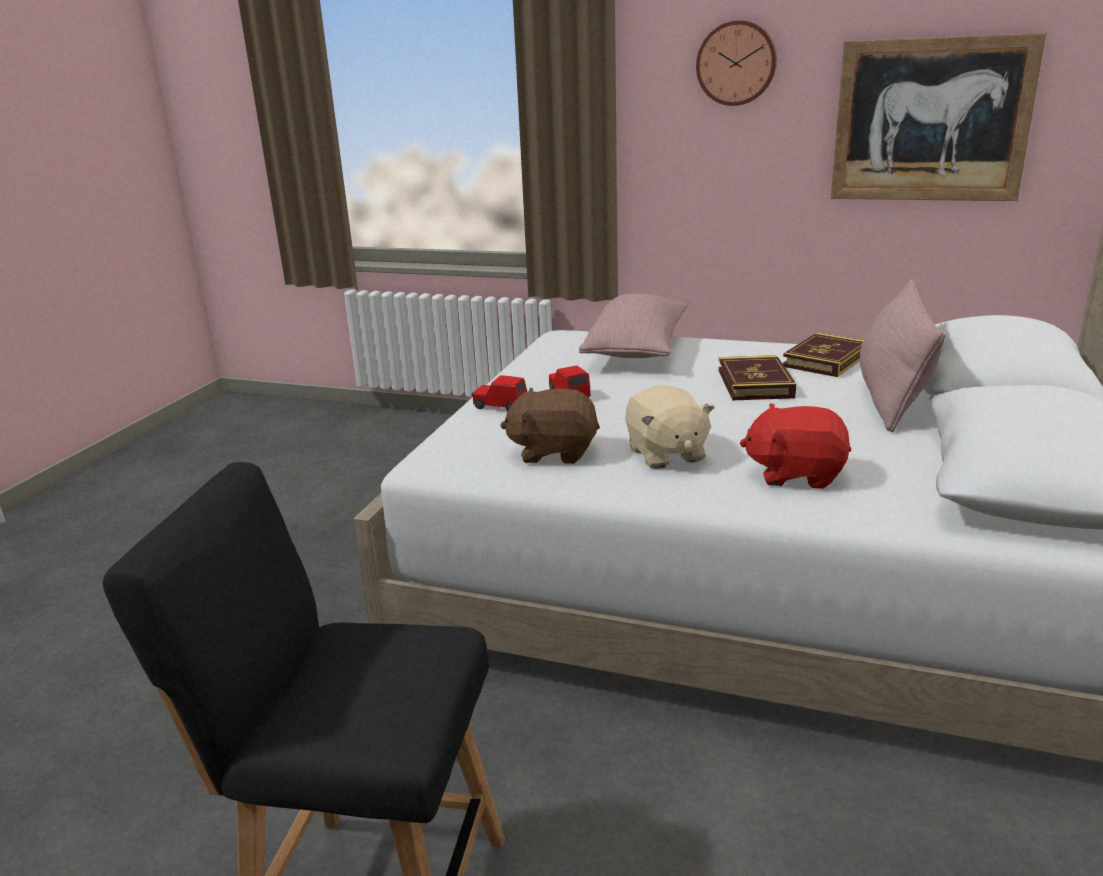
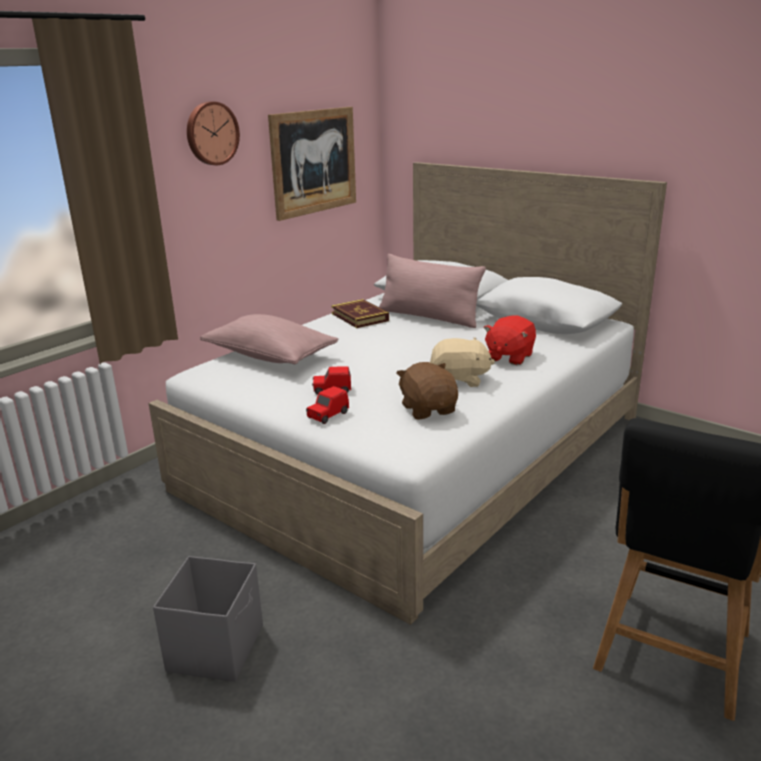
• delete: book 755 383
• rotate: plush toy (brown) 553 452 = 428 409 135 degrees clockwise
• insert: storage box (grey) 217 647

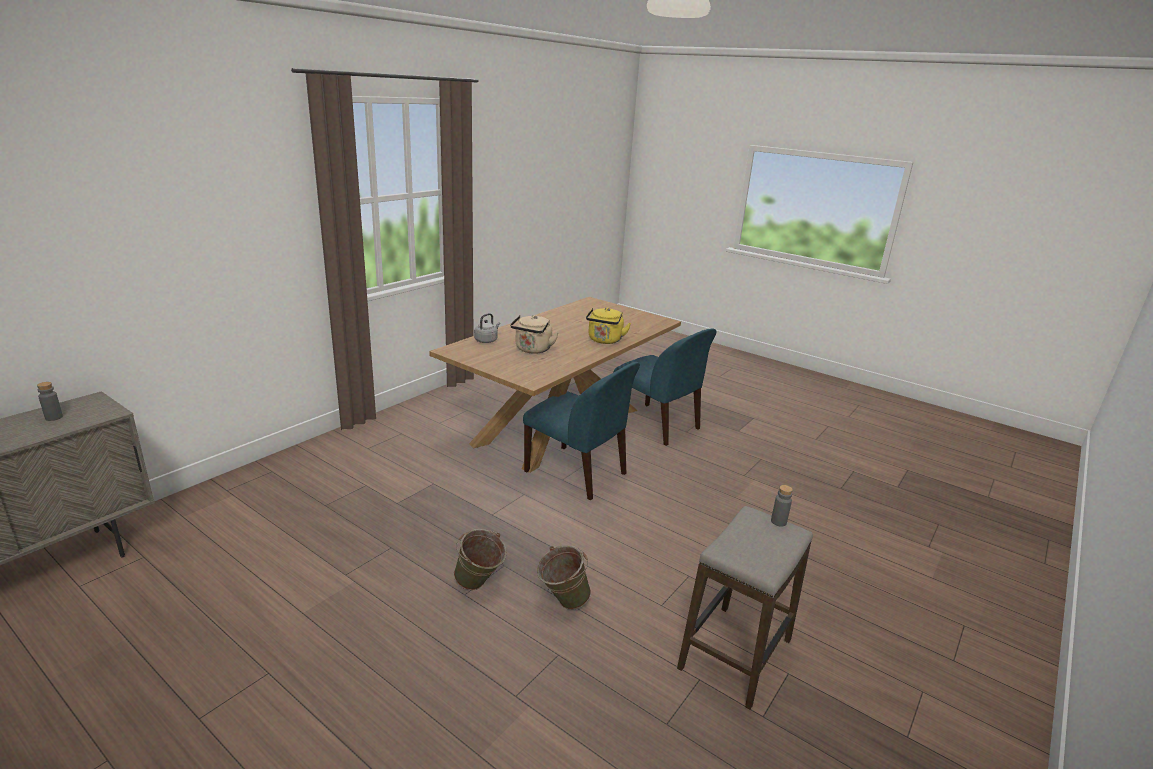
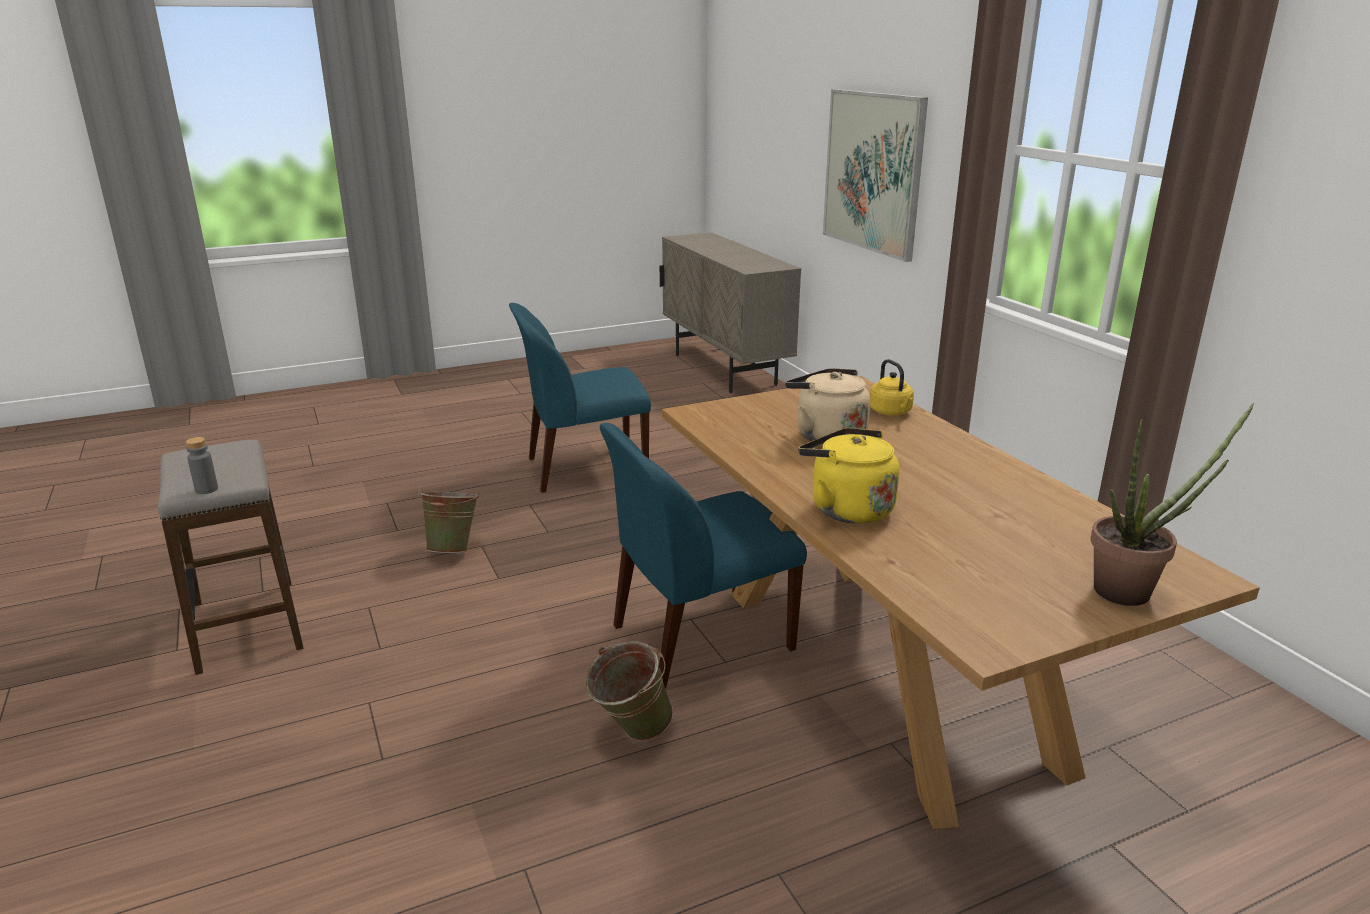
• recolor: kettle (grey) 486 340 to kettle (yellow) 891 412
• move: chair (blue) 657 425 to 584 469
• delete: bottle (grey) 54 417
• move: bucket (green) 479 586 to 630 733
• insert: picture 873 172
• insert: potted plant 1133 590

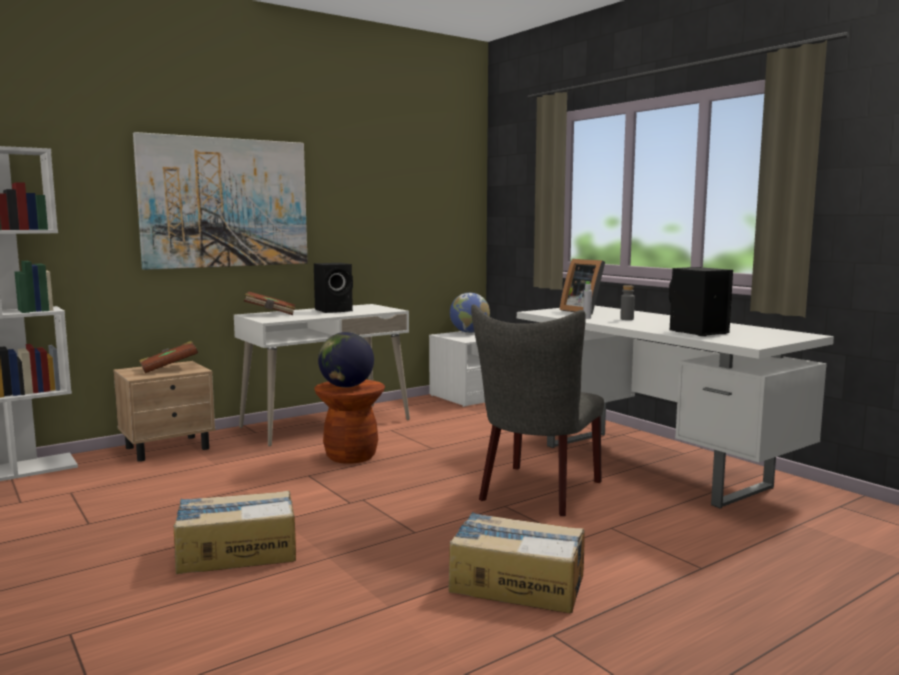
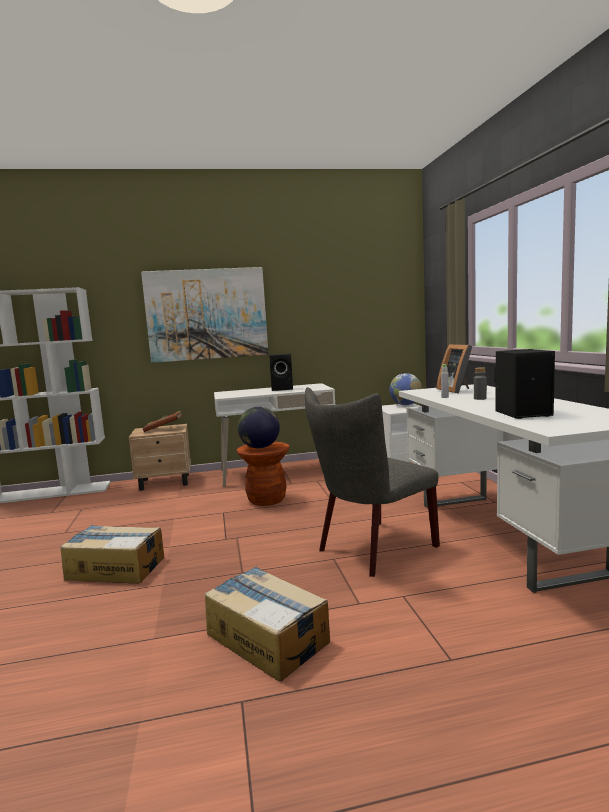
• delete: book (brown) 270 314

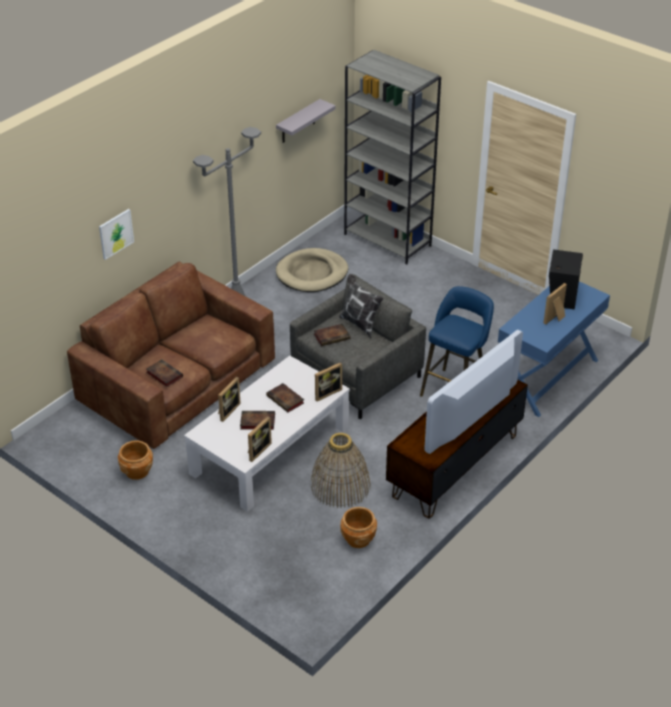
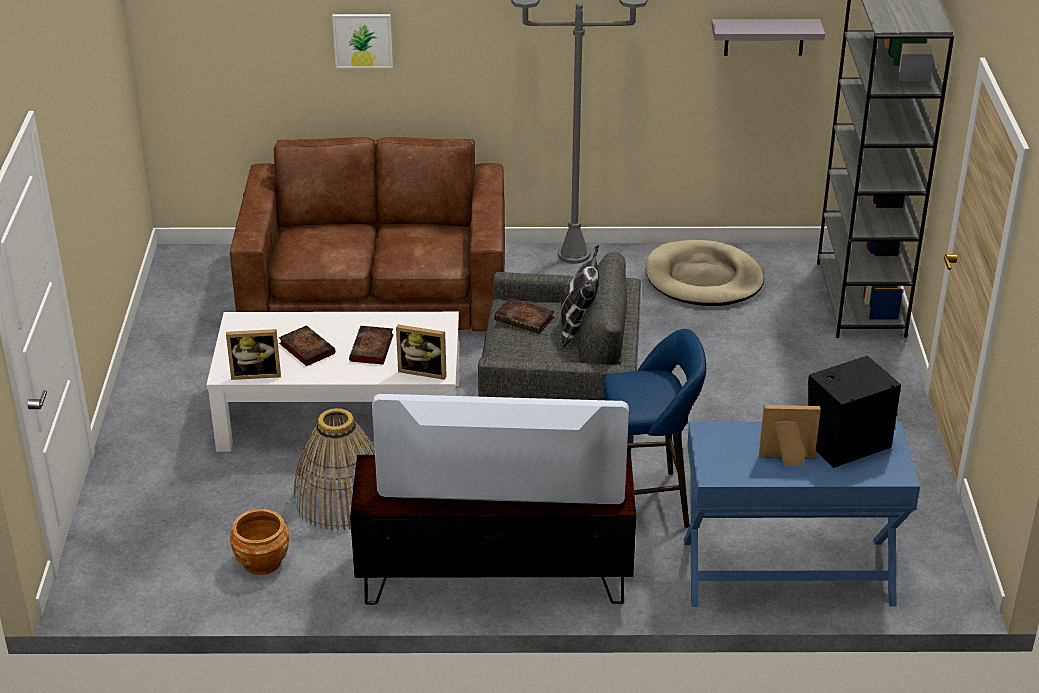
• delete: book 163 374
• delete: picture frame 227 410
• delete: planter (brown) 137 471

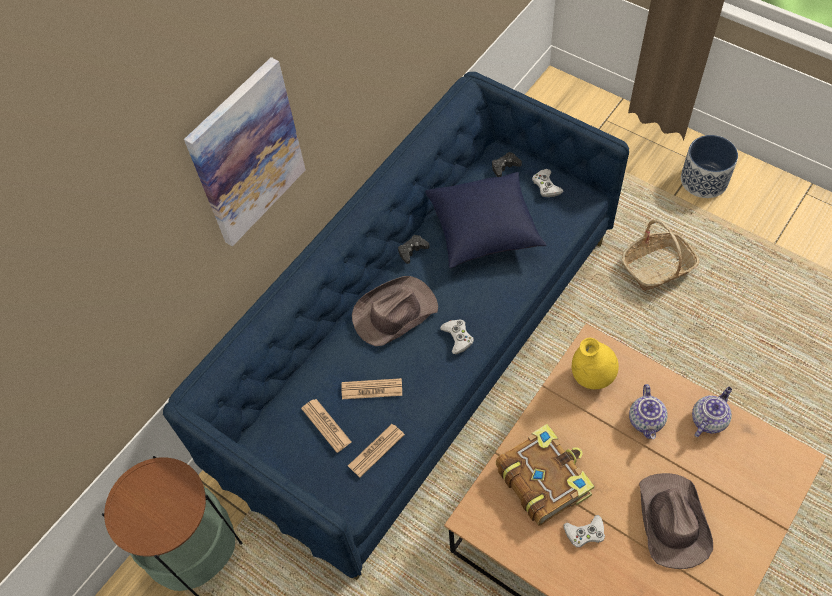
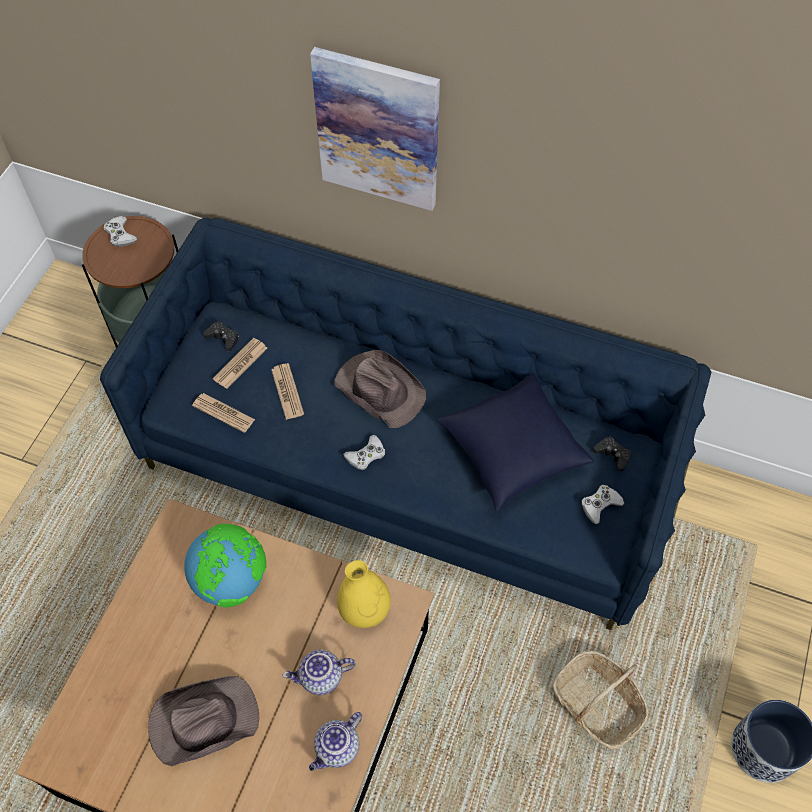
• move: game controller (black) 412 251 to 223 338
• rotate: teapot 708 419 = 337 749 105 degrees clockwise
• replace: book 543 479 to globe 231 580
• move: game controller (white) 585 533 to 120 235

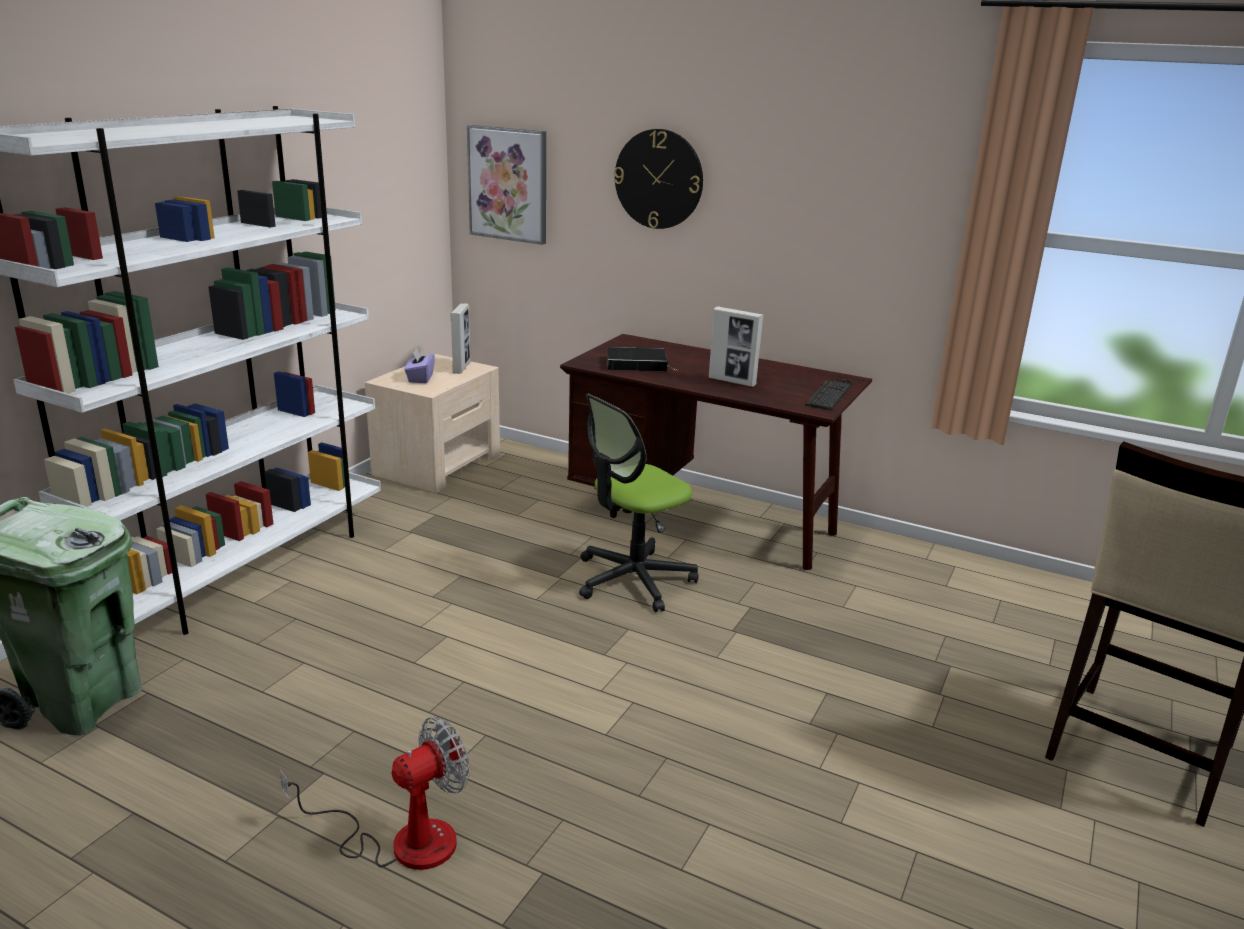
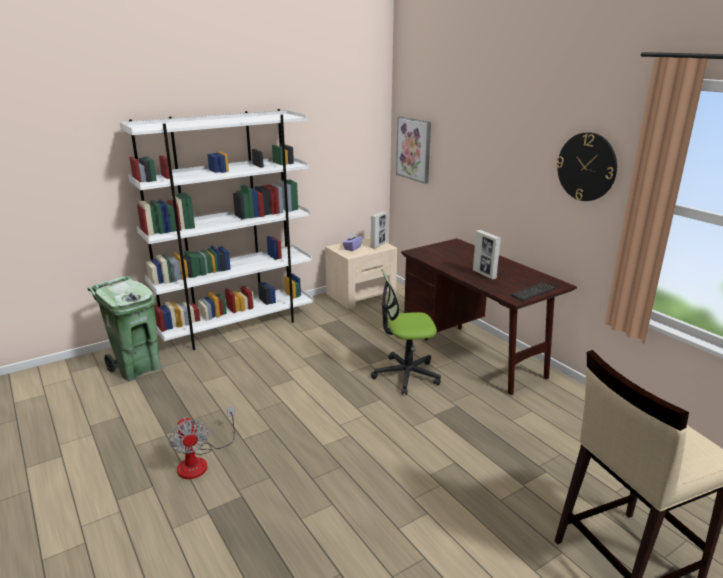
• move: wall clock 659 179 to 586 167
• delete: book 638 364
• rotate: fan 402 841 = 200 461 75 degrees clockwise

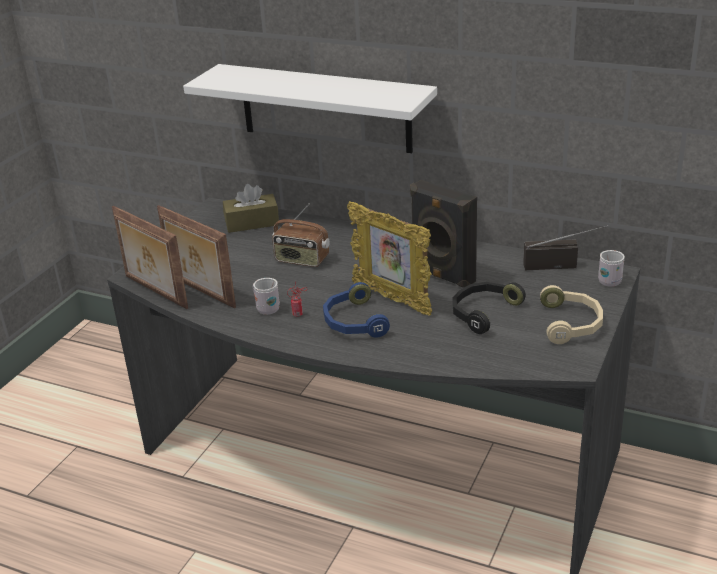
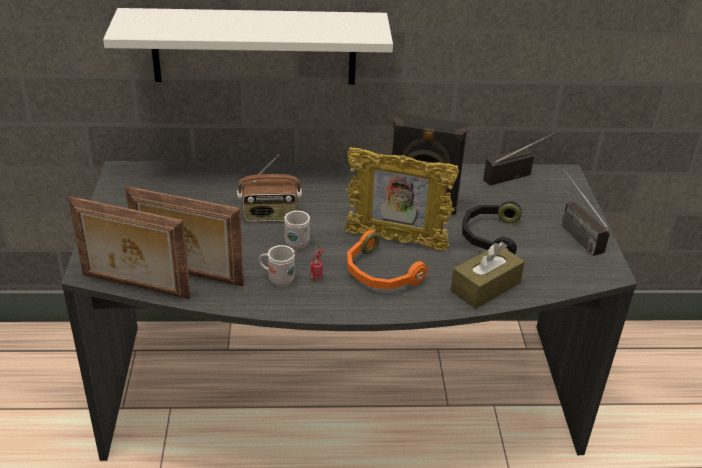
• move: tissue box (brown) 252 223 to 485 287
• move: mug (white) 611 280 to 298 241
• recolor: headphones (blue) 353 322 to headphones (orange) 379 274
• replace: headphones (beige) 571 324 to radio 572 231

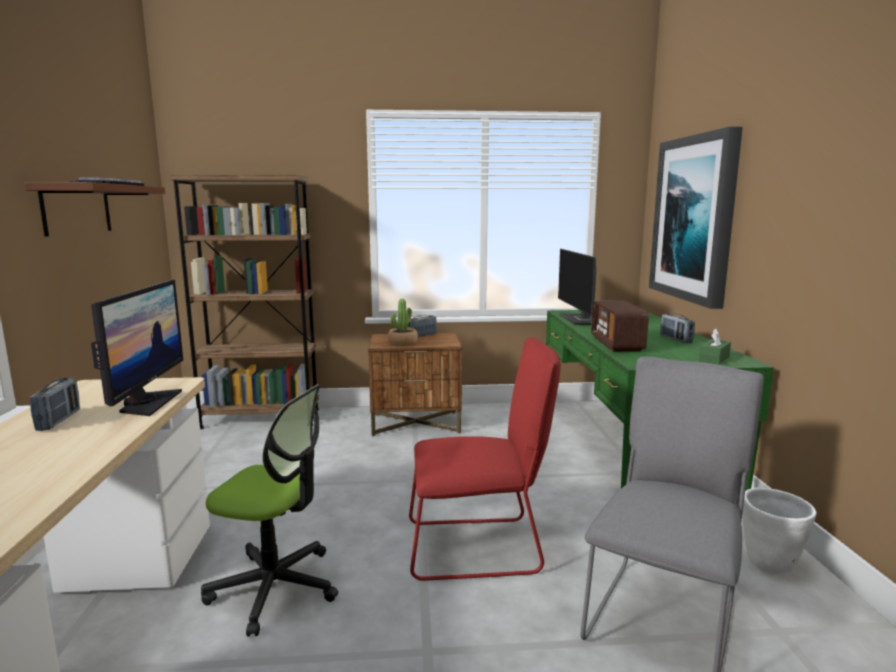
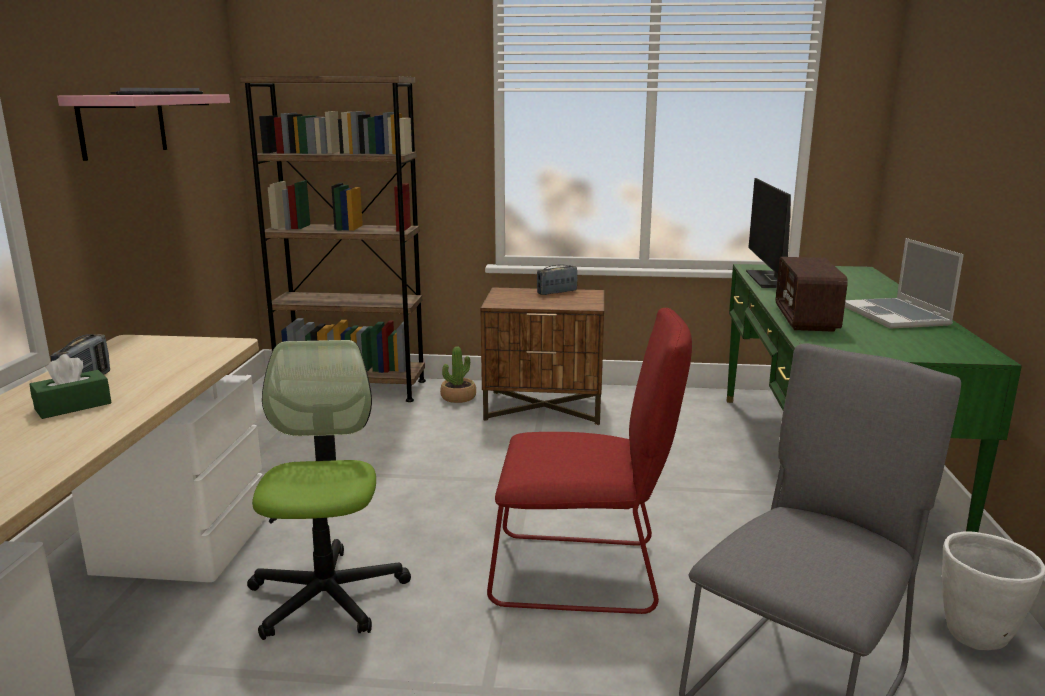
• delete: picture 694 218
• recolor: shelf (brown) 77 209 to shelf (pink) 123 125
• delete: monitor 147 403
• move: potted plant 402 342 to 458 397
• replace: radio 675 339 to laptop 896 316
• move: tissue box (green) 714 359 to 73 406
• rotate: office chair 275 587 = 327 596 120 degrees counterclockwise

